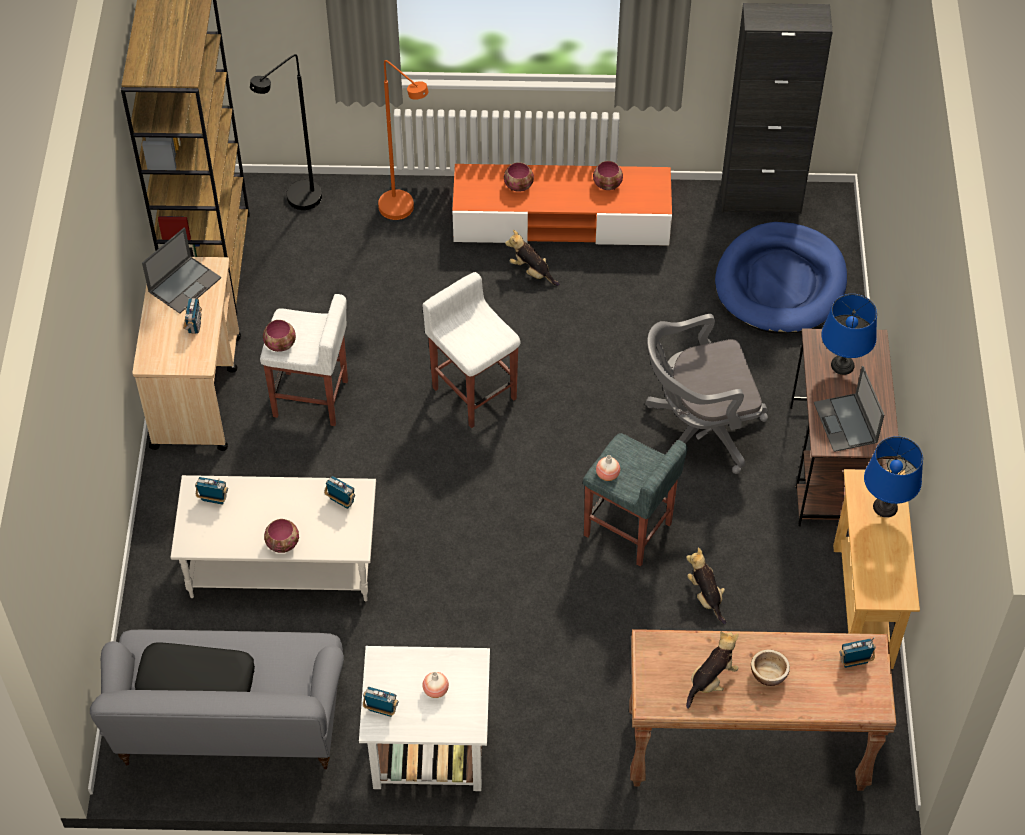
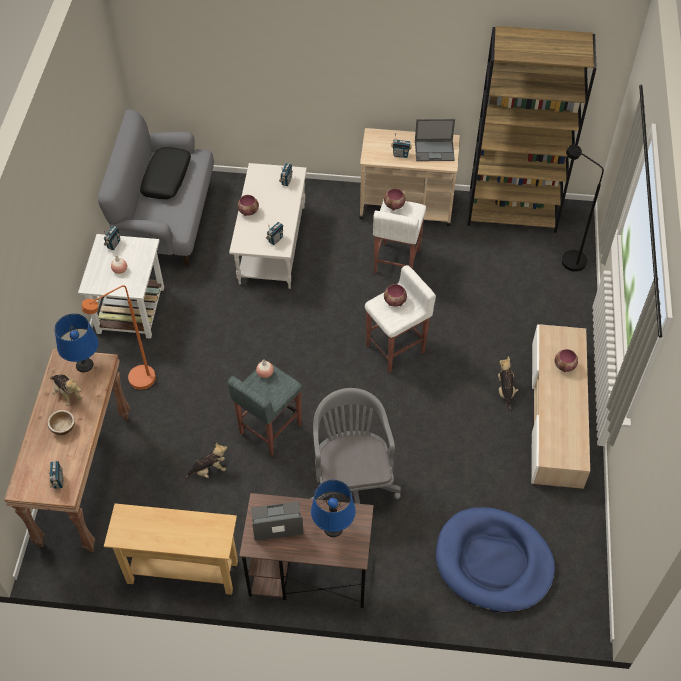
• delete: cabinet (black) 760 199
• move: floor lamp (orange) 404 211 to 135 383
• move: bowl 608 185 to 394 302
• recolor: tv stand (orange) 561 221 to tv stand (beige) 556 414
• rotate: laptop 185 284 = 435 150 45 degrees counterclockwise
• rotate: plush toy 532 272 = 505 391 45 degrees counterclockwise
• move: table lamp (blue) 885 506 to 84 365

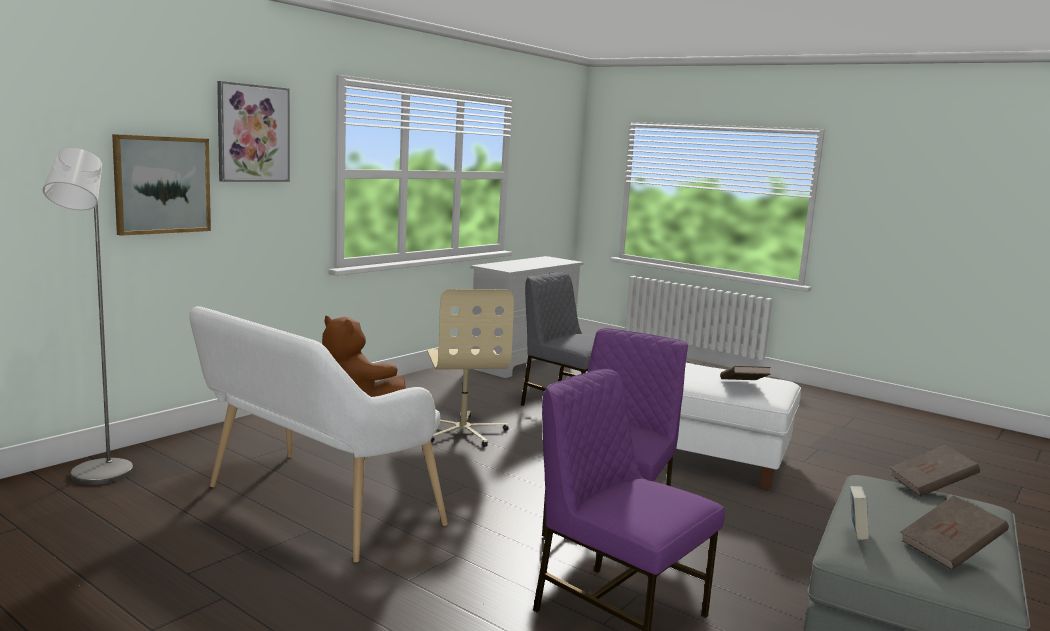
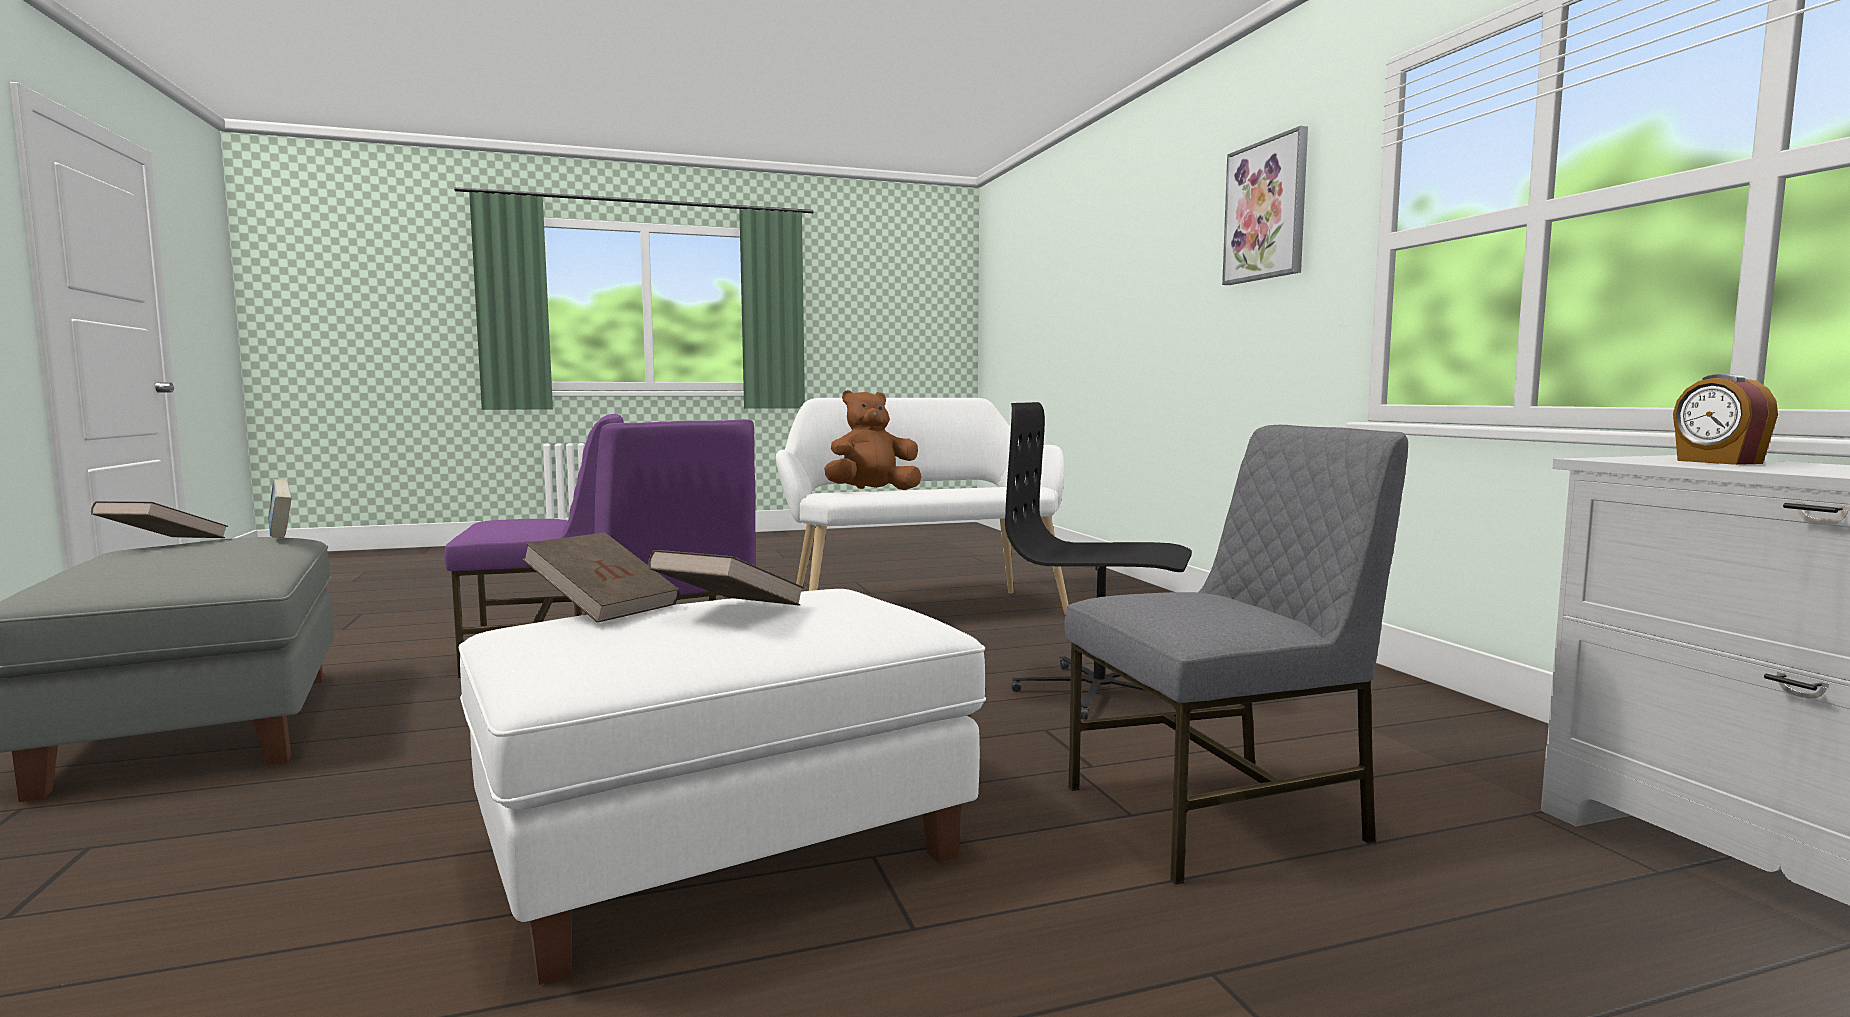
• delete: picture 162 185
• delete: floor lamp (grey) 97 478
• recolor: office chair (beige) 463 431 to office chair (black) 1099 692
• move: book (brown) 931 486 to 728 612
• insert: alarm clock 1717 462

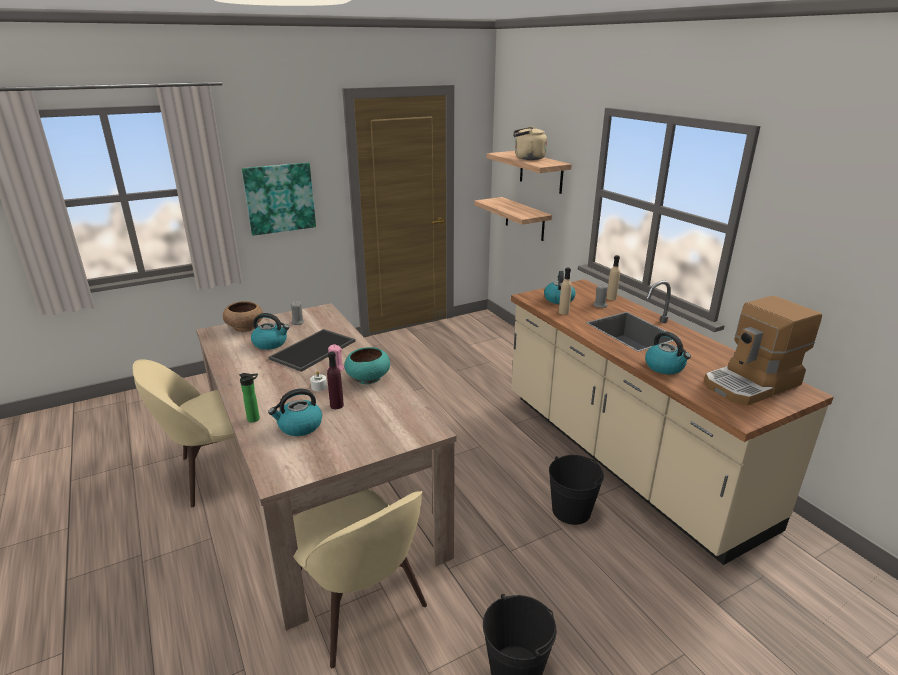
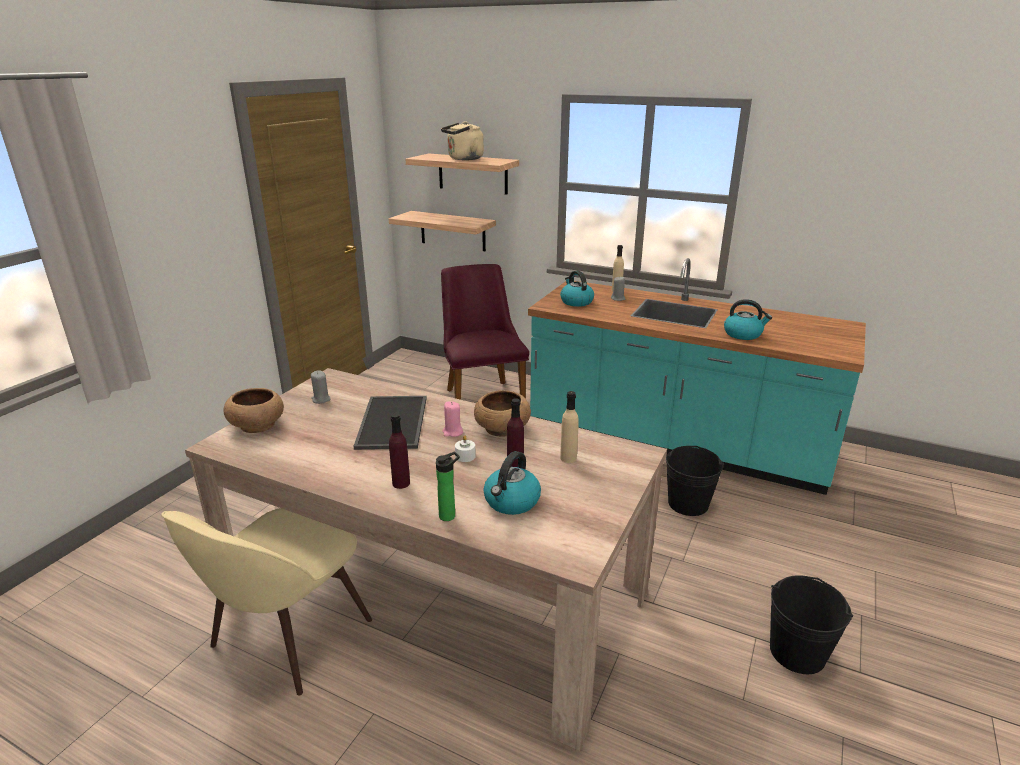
• delete: picture 279 198
• move: bottle (beige) 563 312 to 568 458
• recolor: counter (beige) 625 457 to counter (turquoise) 675 442
• delete: coffee machine 752 384
• delete: kettle 271 343
• recolor: bowl (turquoise) 367 378 to bowl (brown) 502 429
• delete: chair (beige) 360 607
• insert: chair (purple) 481 395
• insert: bottle (purple) 401 483

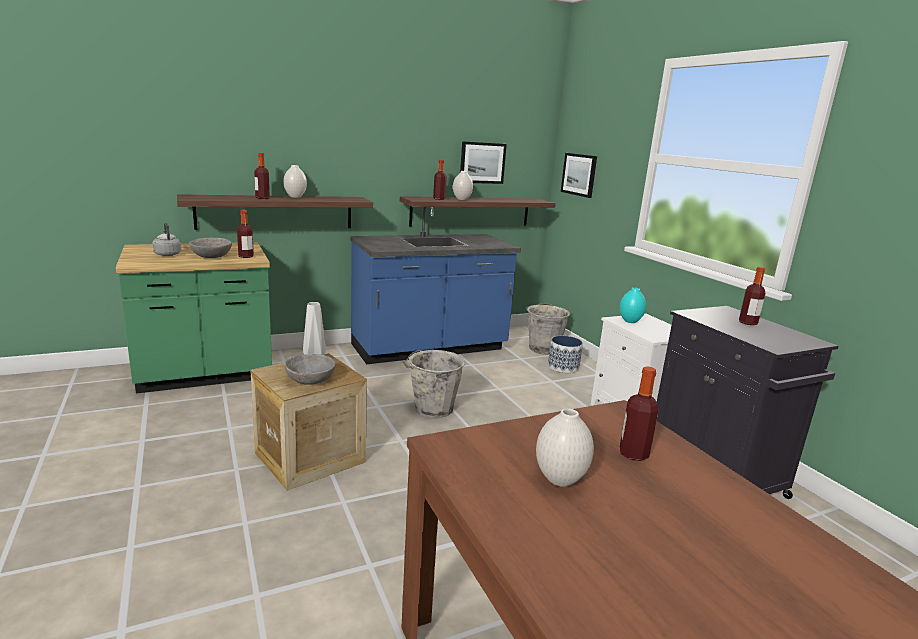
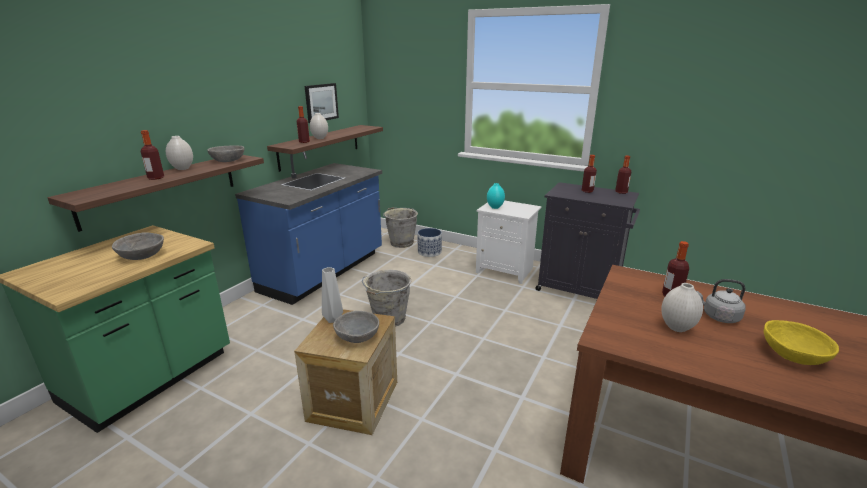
• delete: picture 579 174
• move: bottle 246 256 to 621 192
• move: kettle (grey) 167 254 to 718 317
• insert: bowl (grey) 228 160
• insert: bowl (yellow) 792 355

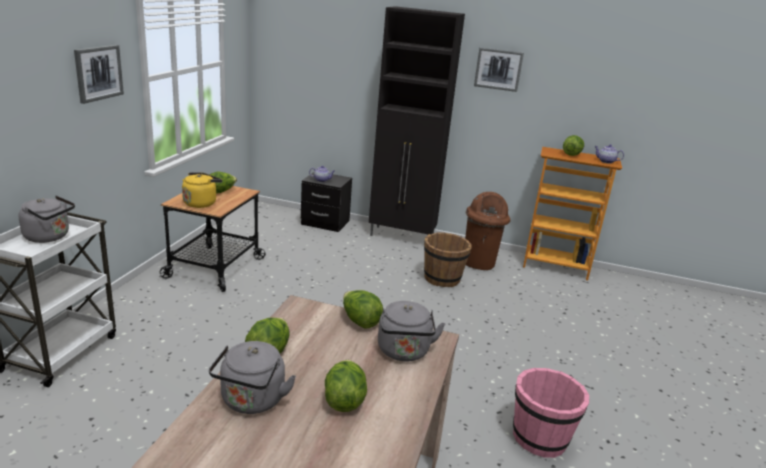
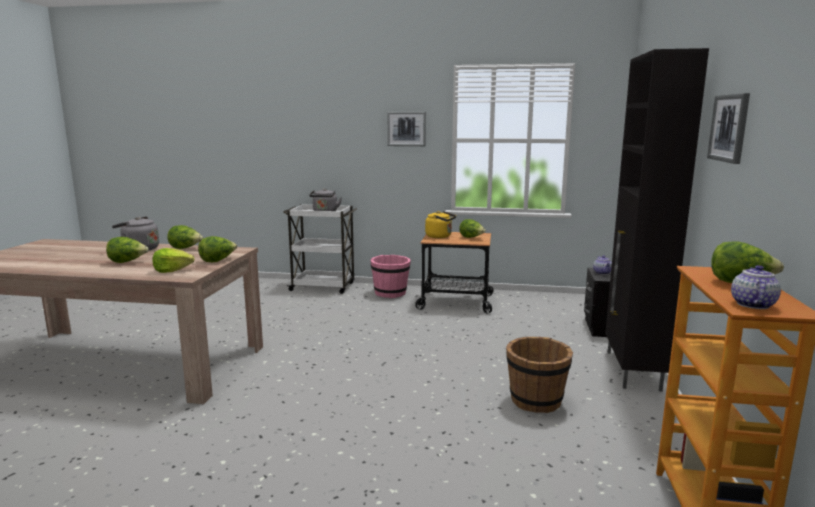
• delete: trash can (brown) 479 263
• replace: kettle (grey) 404 352 to lettuce 172 270
• move: bucket (pink) 540 437 to 390 293

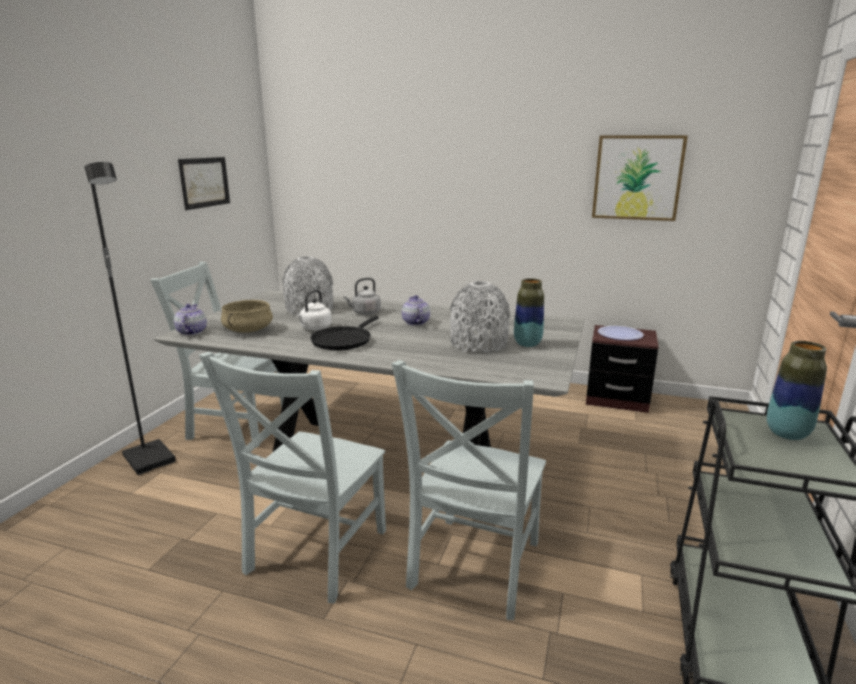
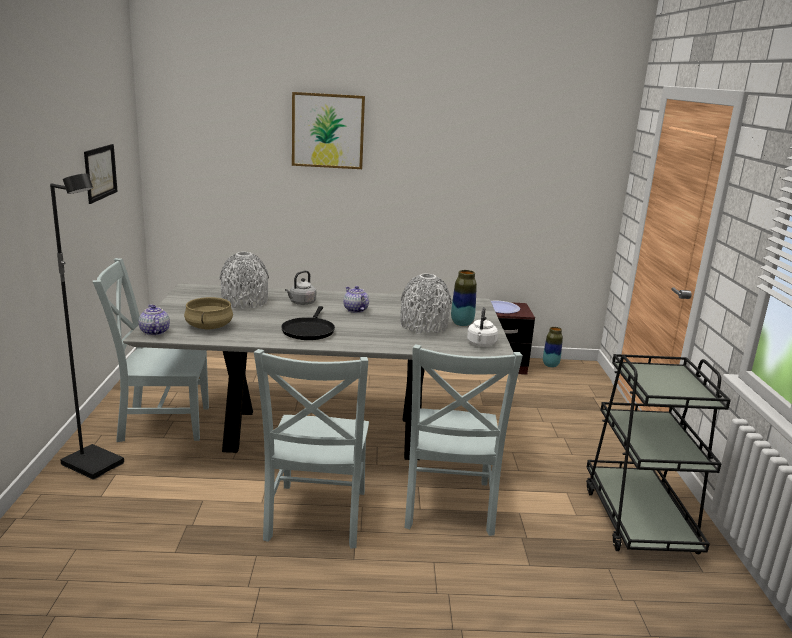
• move: picture 637 178 to 328 131
• move: kettle (white) 315 328 to 481 344
• move: vase 787 434 to 550 365

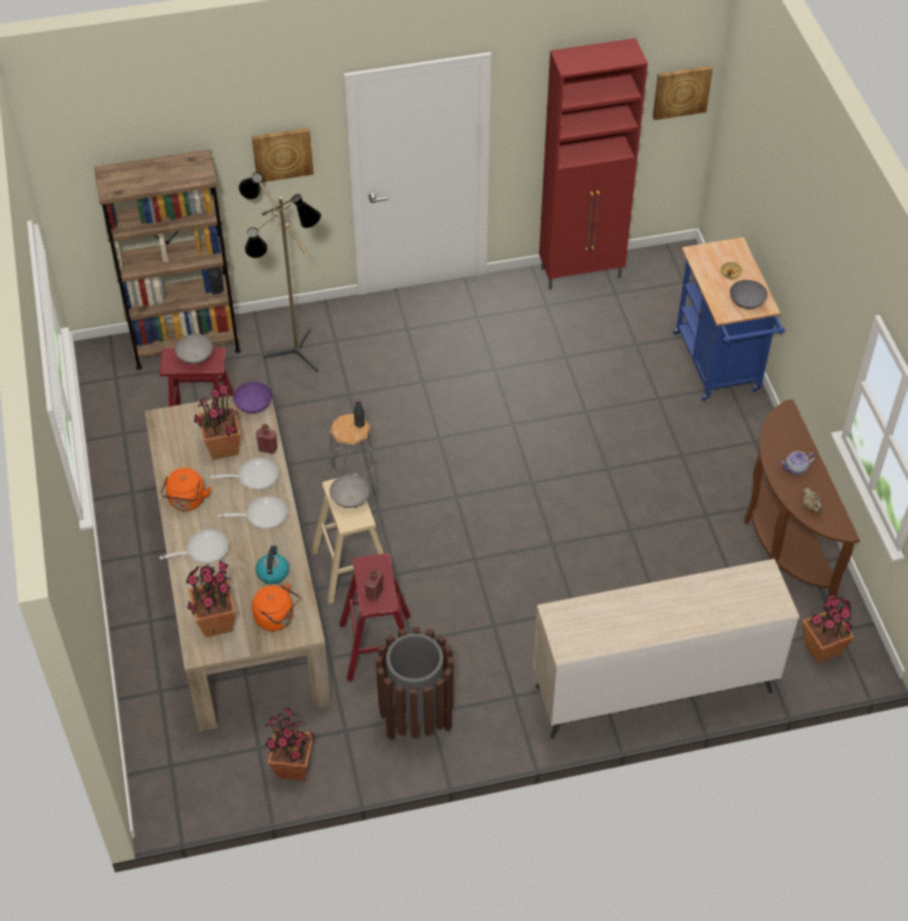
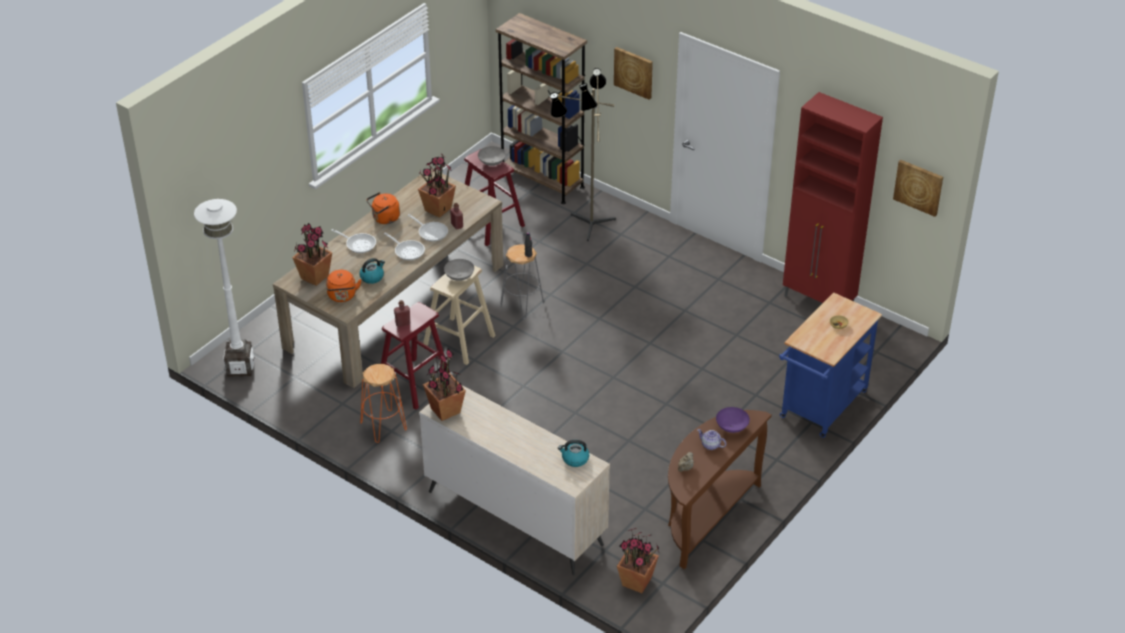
• delete: bowl (grey) 747 303
• move: bowl (purple) 254 406 to 732 428
• replace: trash can (brown) 416 715 to stool (orange) 383 426
• move: potted plant 294 768 to 445 411
• insert: floor lamp (white) 240 368
• insert: kettle 574 459

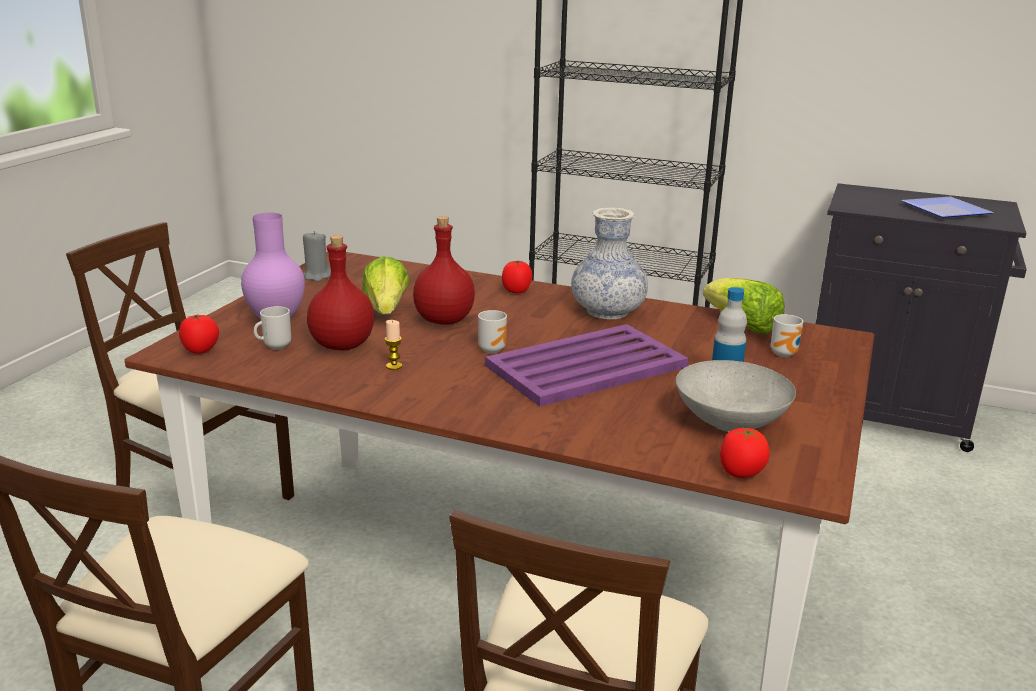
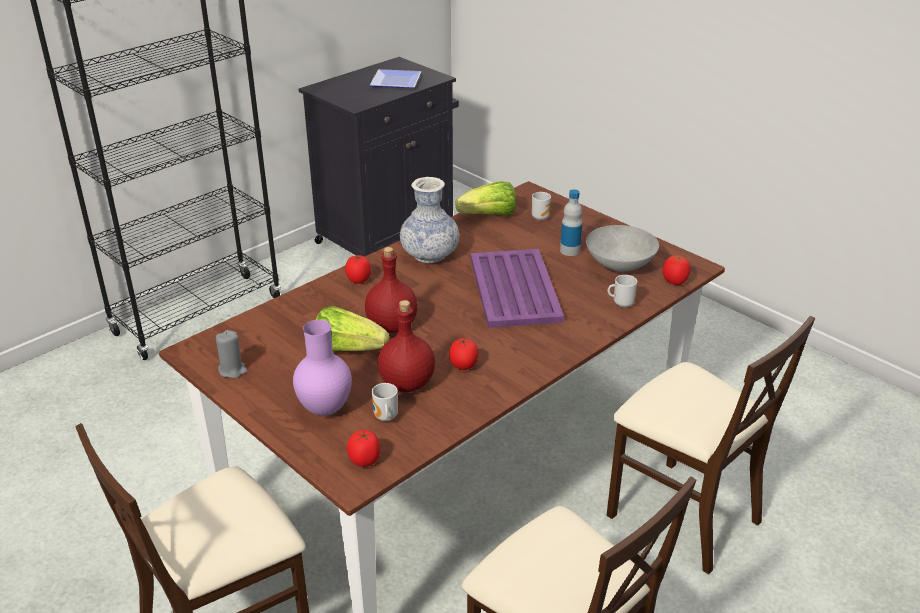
• move: mug 492 349 to 621 303
• replace: candle 394 366 to tomato 463 366

